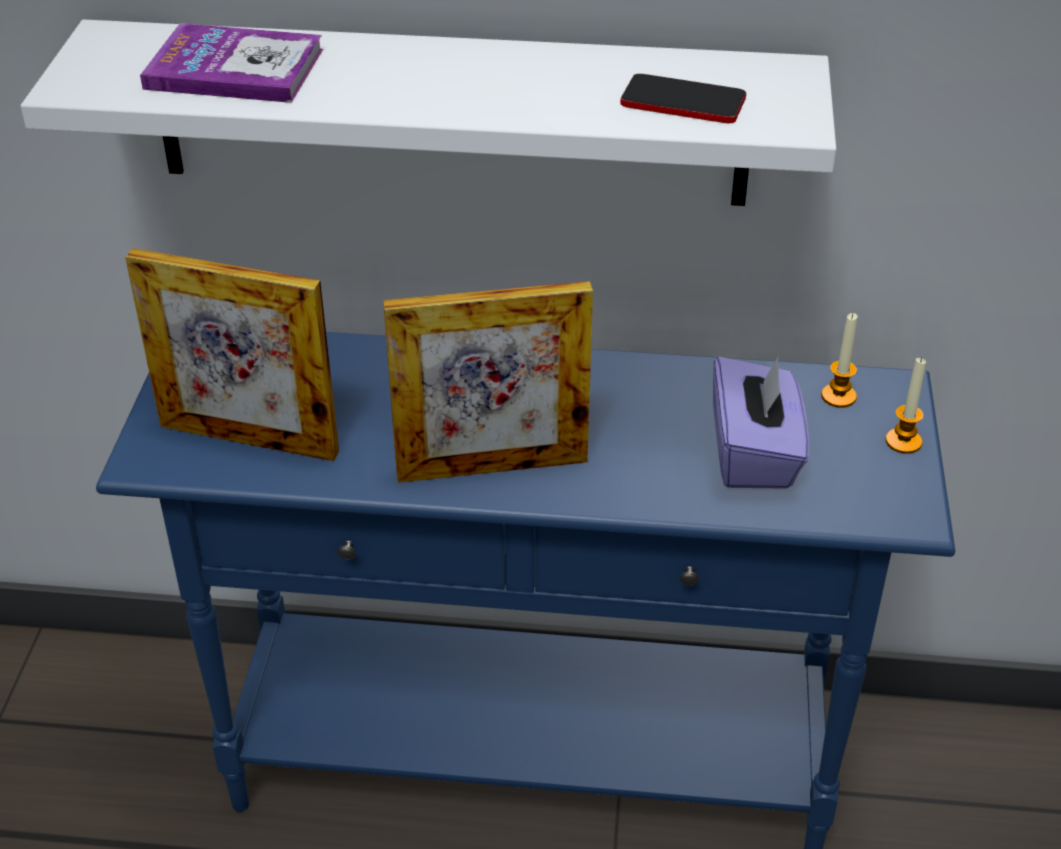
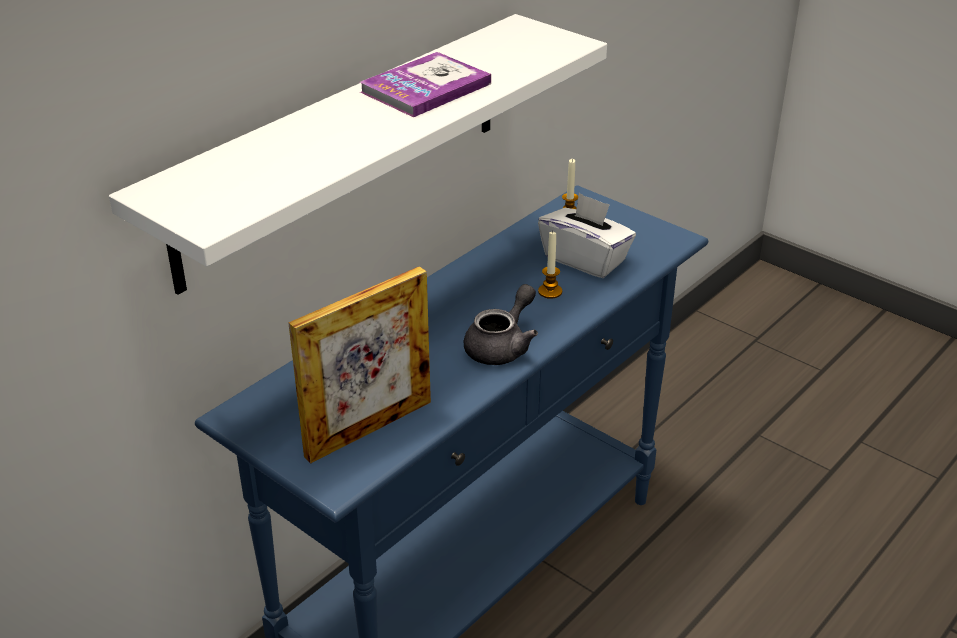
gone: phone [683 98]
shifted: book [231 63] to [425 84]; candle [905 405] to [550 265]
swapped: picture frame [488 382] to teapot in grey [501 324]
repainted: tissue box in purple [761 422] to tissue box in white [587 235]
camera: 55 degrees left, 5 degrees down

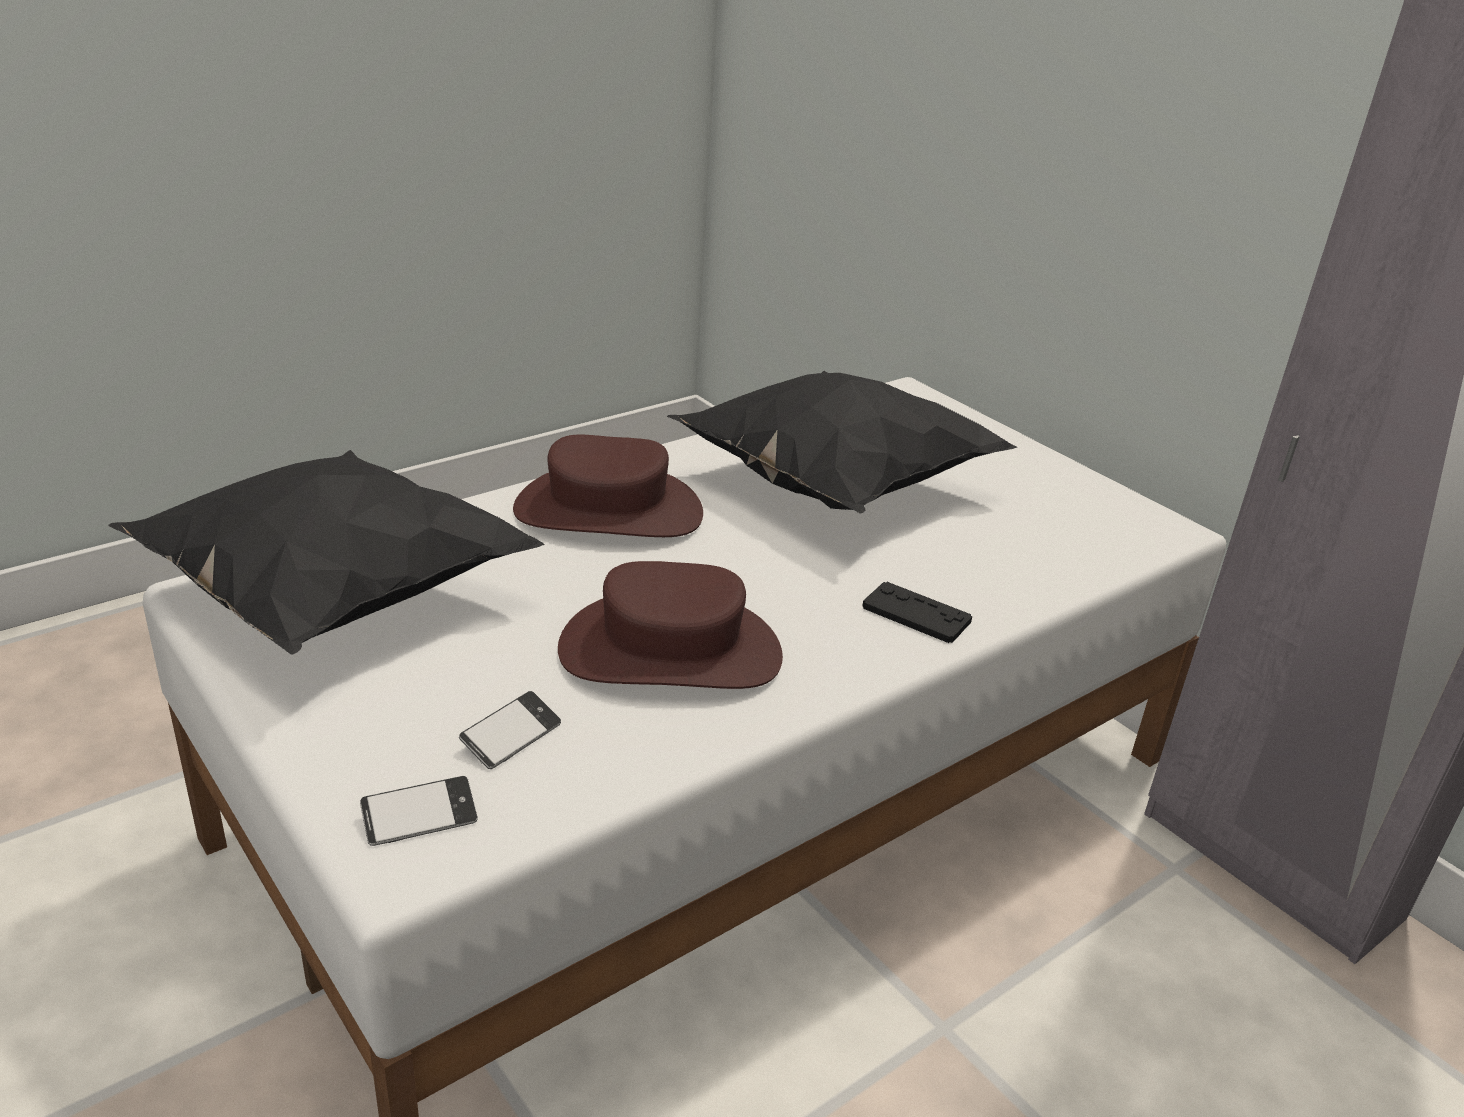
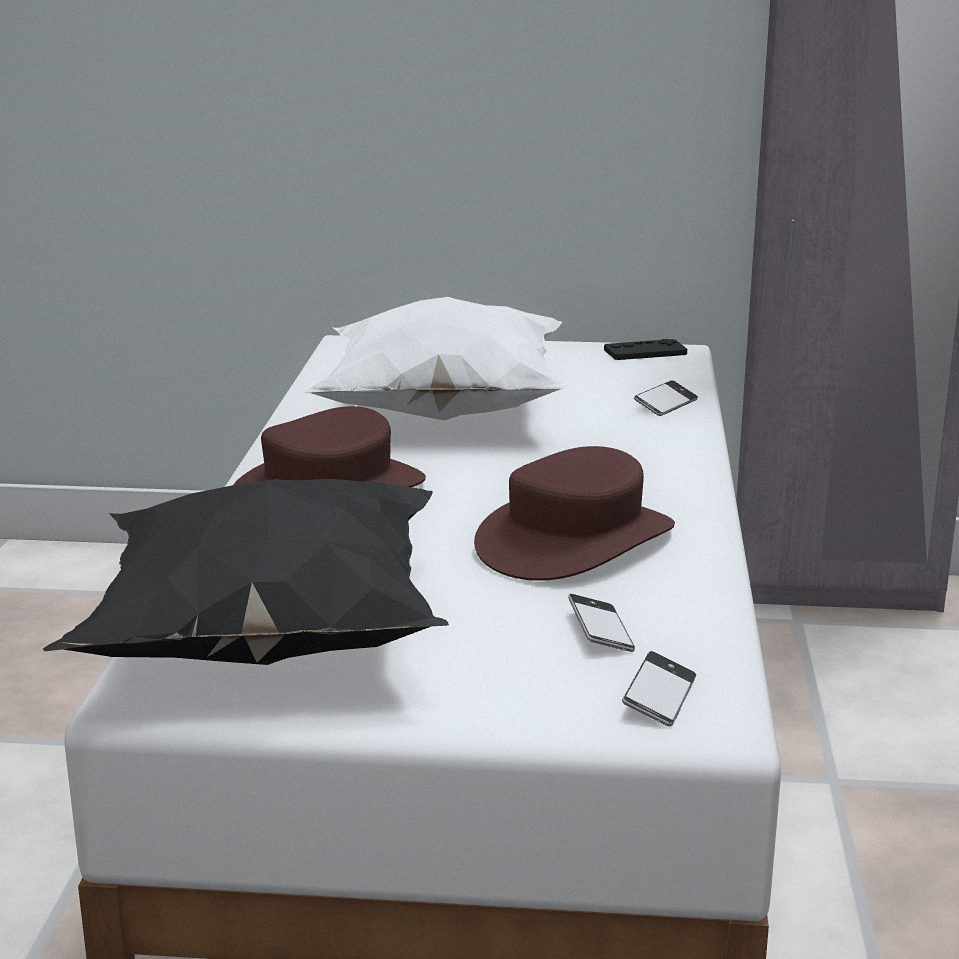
new: phone [666 398]
shifted: game controller in black [917 612] to [645 349]
repainted: pillow in black [842 442] to pillow in white [435 358]
camera: 45 degrees left, 10 degrees down

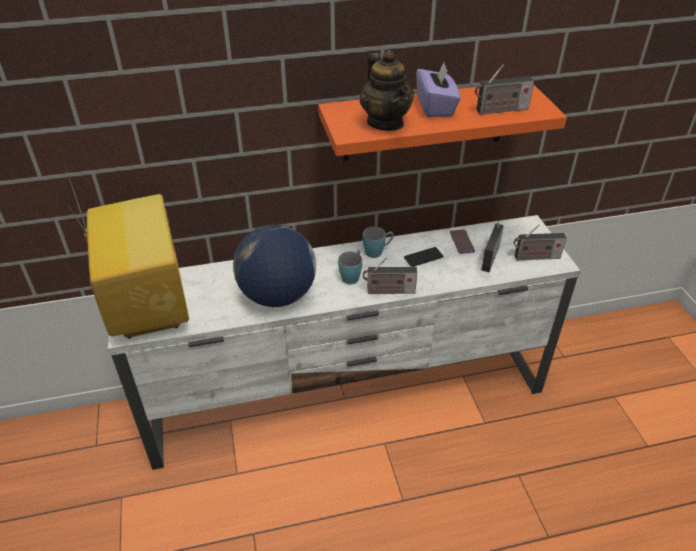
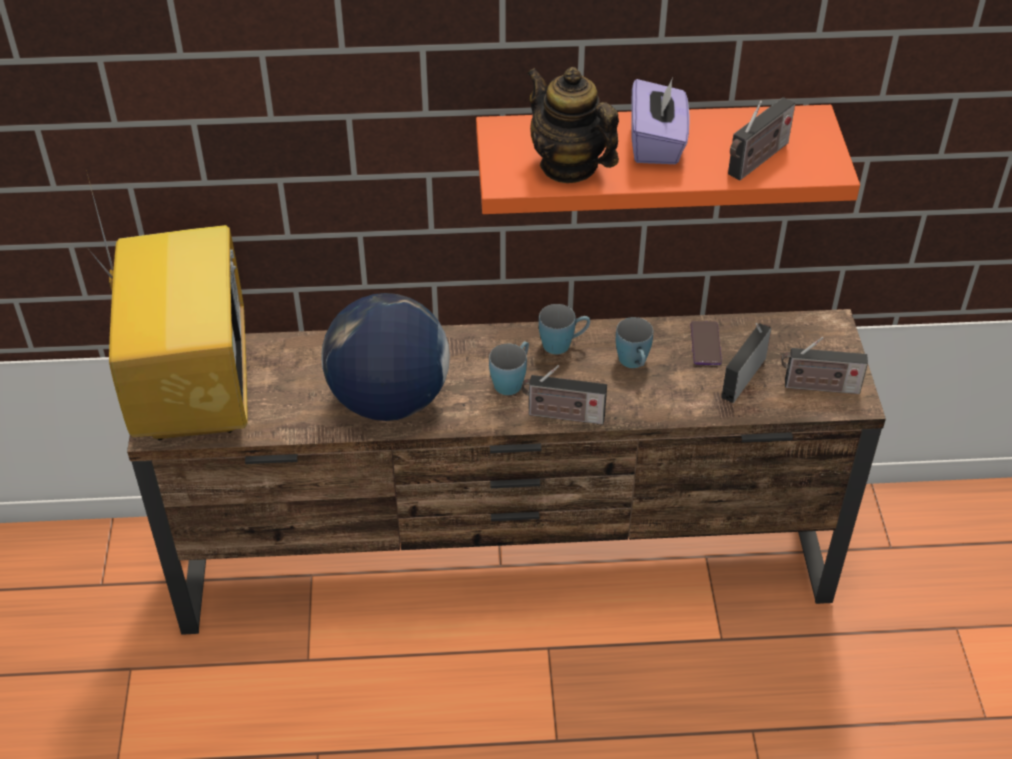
swapped: phone [424 257] to mug in blue [634 342]
repainted: tv stand in white [344 342] to tv stand in brown [506 472]
rotated: teapot [387 90] = [573 125] 150 degrees clockwise; radio [504 90] = [761 138] 45 degrees counterclockwise
camera: 10 degrees right, 5 degrees up

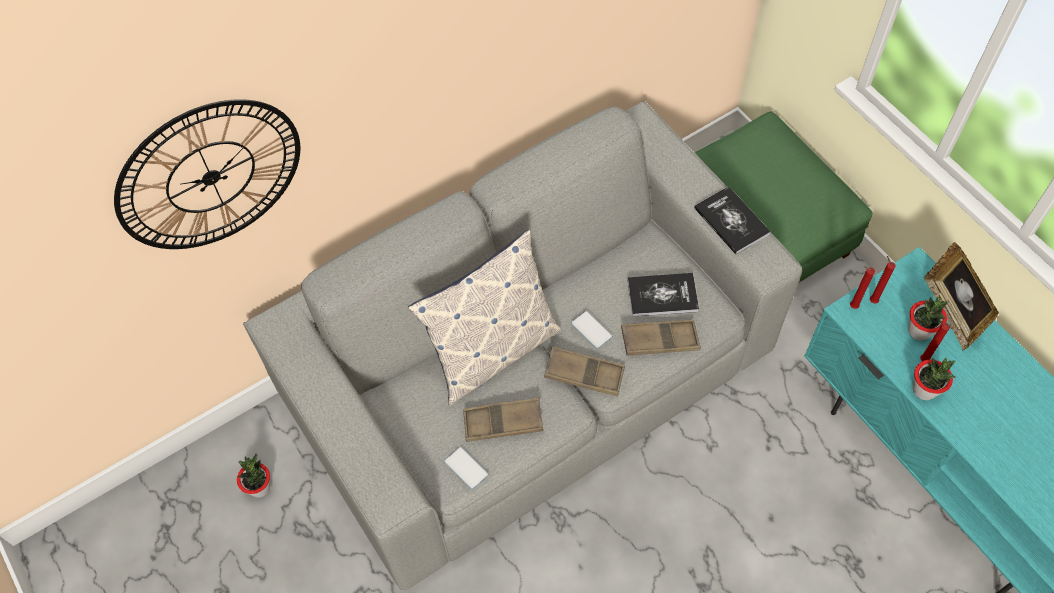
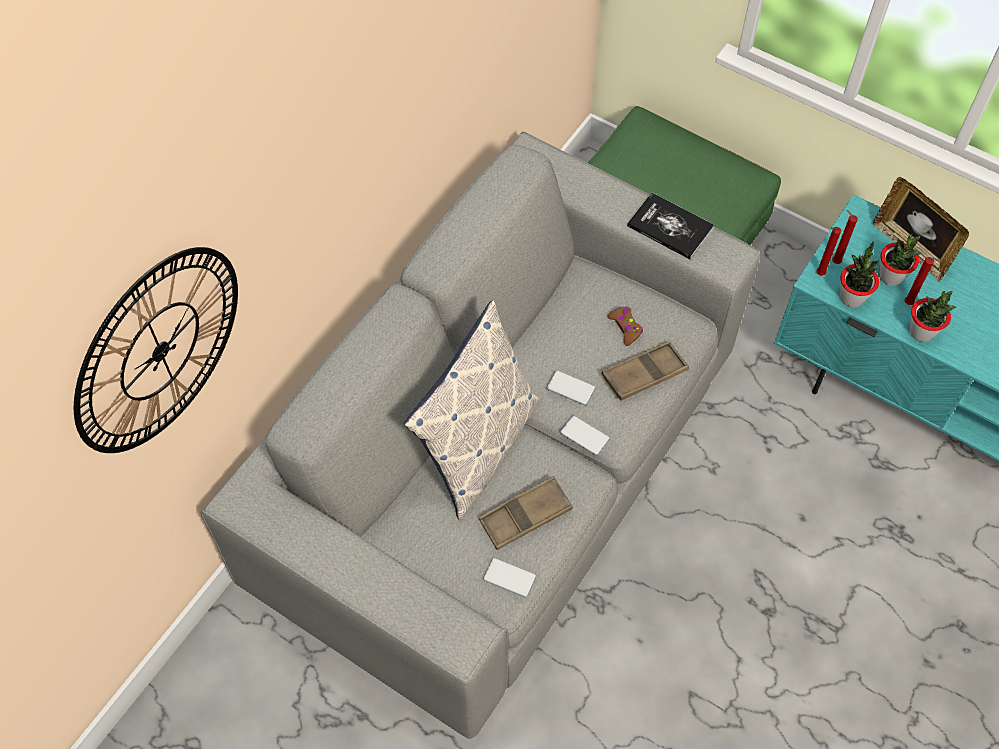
shifted: potted plant [253 475] to [859 274]
swapped: tray in brown [584 372] to phone [585 435]; book [663 295] to game controller in brown [625 326]
camera: 25 degrees left, 0 degrees up

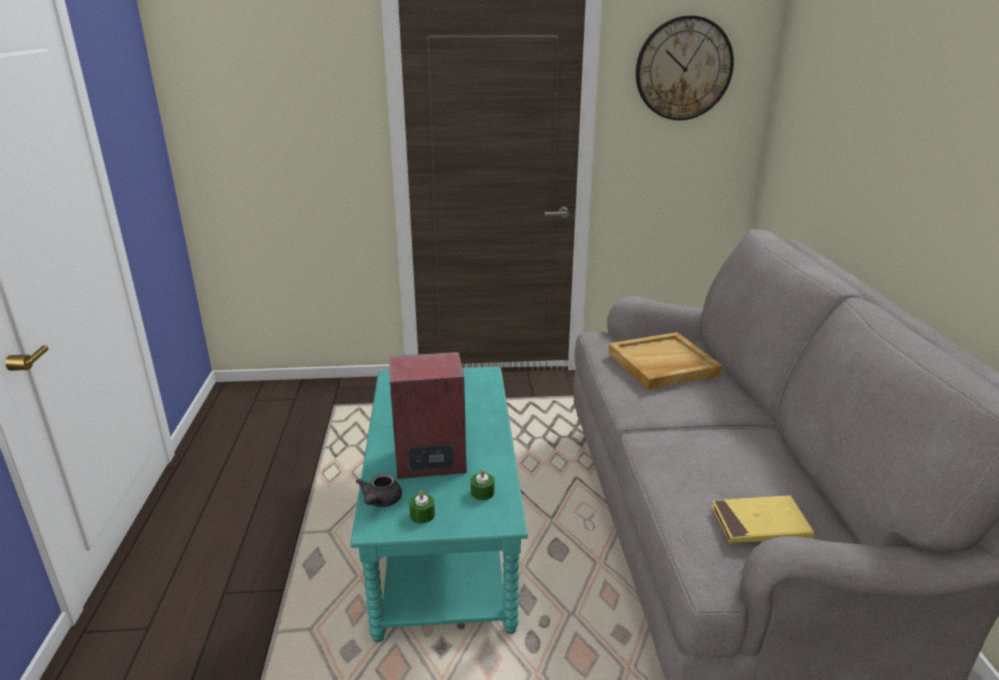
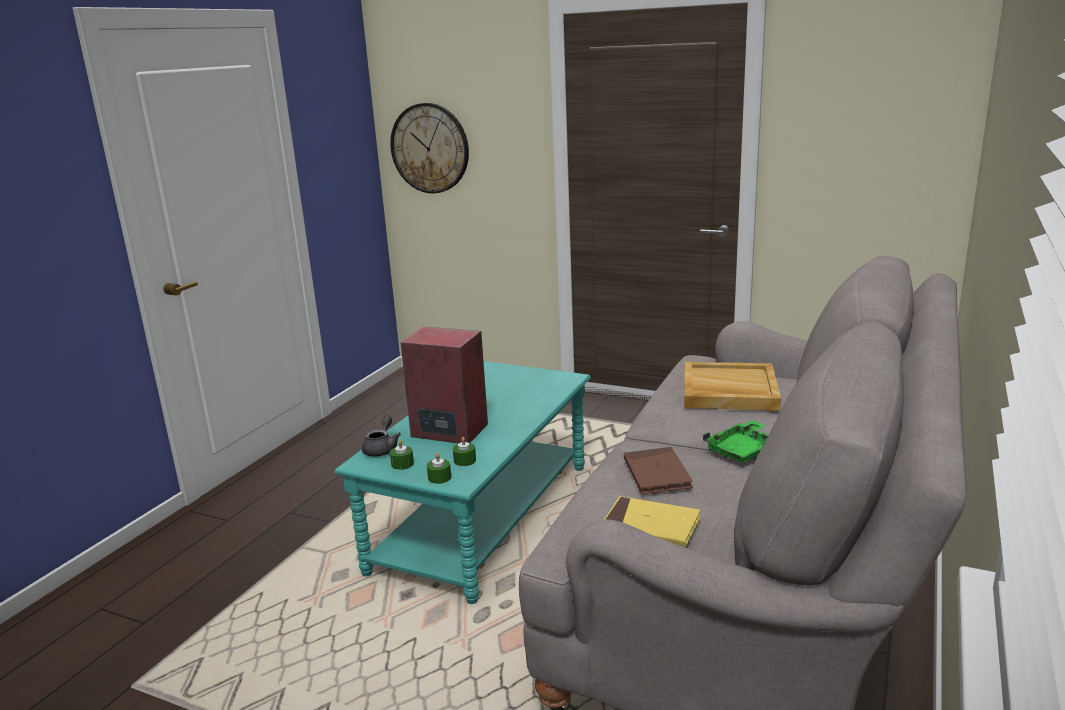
new: candle in green [439 468]; book in brown [658 470]; tray in green [735 441]
shifted: wall clock [685 67] to [429 148]
rotated: teapot in grey [379 490] = [381 436] 150 degrees clockwise
camera: 30 degrees right, 5 degrees down

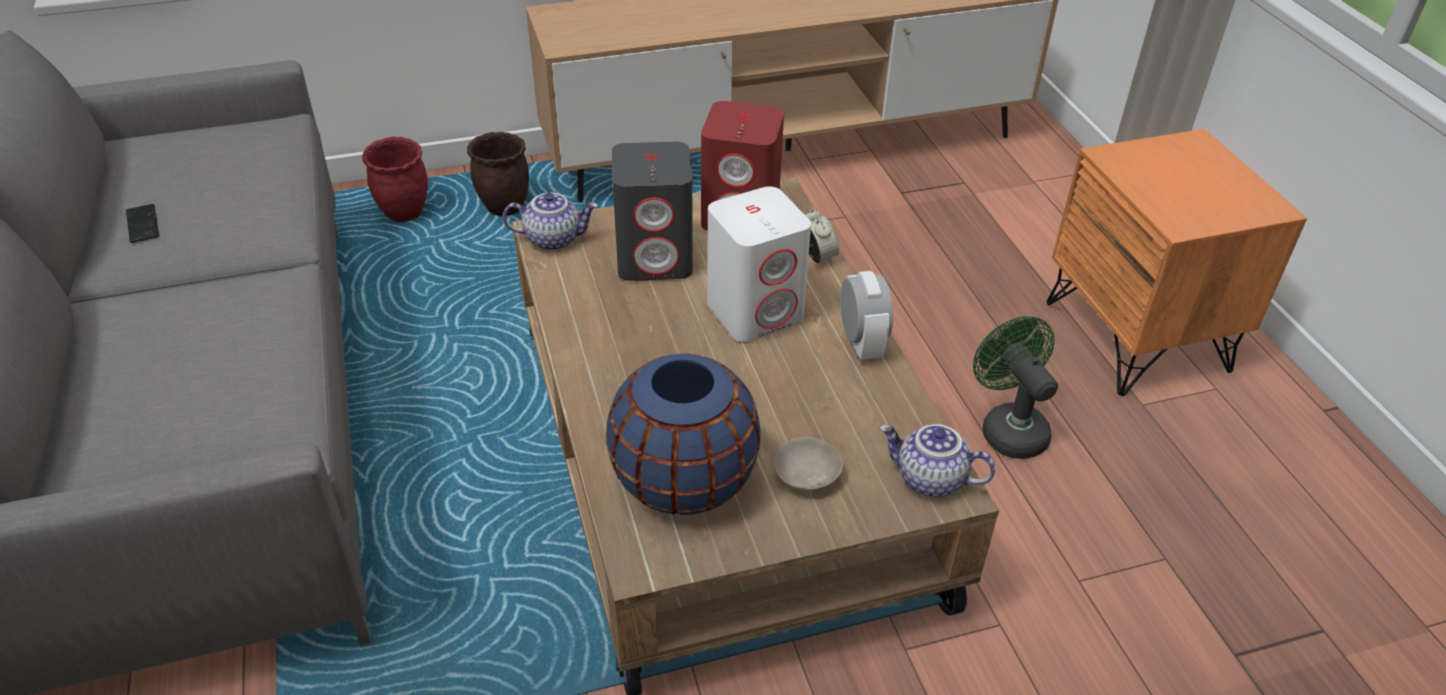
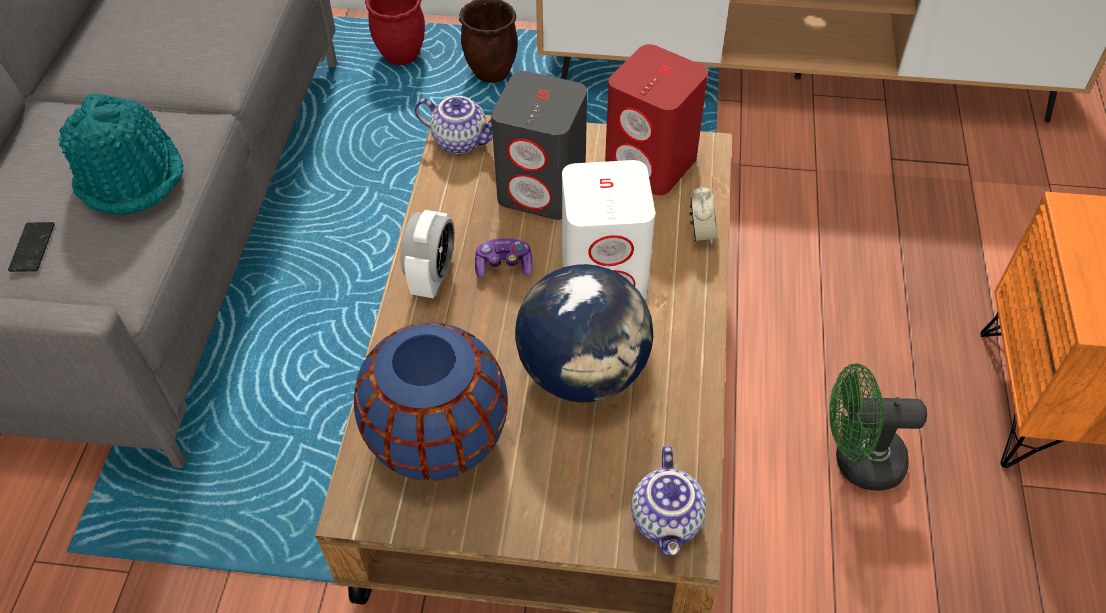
gone: bowl in beige [808 464]
new: hat in turquoise [120 154]; game controller [504 258]; globe [584 333]
shifted: phone [142 223] to [31 247]; alarm clock [866 315] to [428 254]
rotated: teapot [937 460] = [669 501] 135 degrees counterclockwise; fan in green [1015 387] = [878 427] 90 degrees counterclockwise
camera: 25 degrees right, 10 degrees up

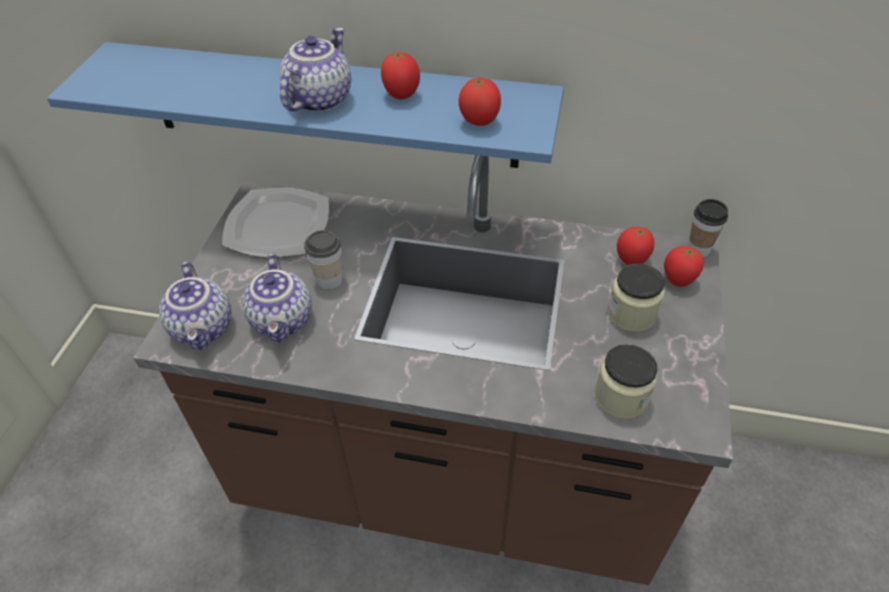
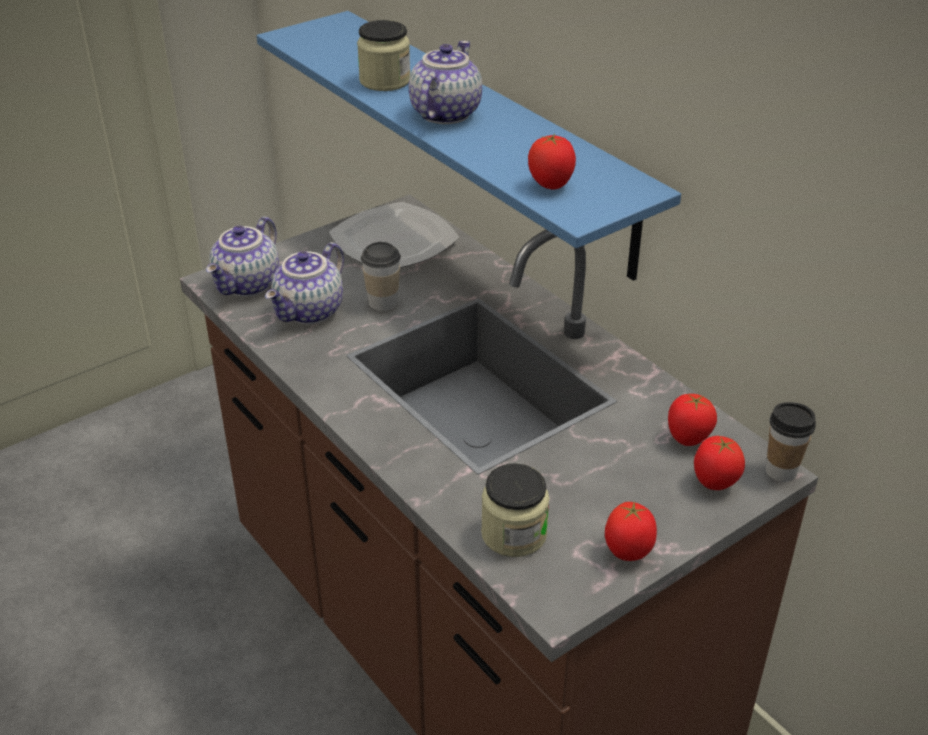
shifted: jar [636 298] to [383 55]; tomato [400 76] to [631 531]
rotated: teapot [315 69] = [445 82] 45 degrees counterclockwise
camera: 40 degrees right, 10 degrees down

